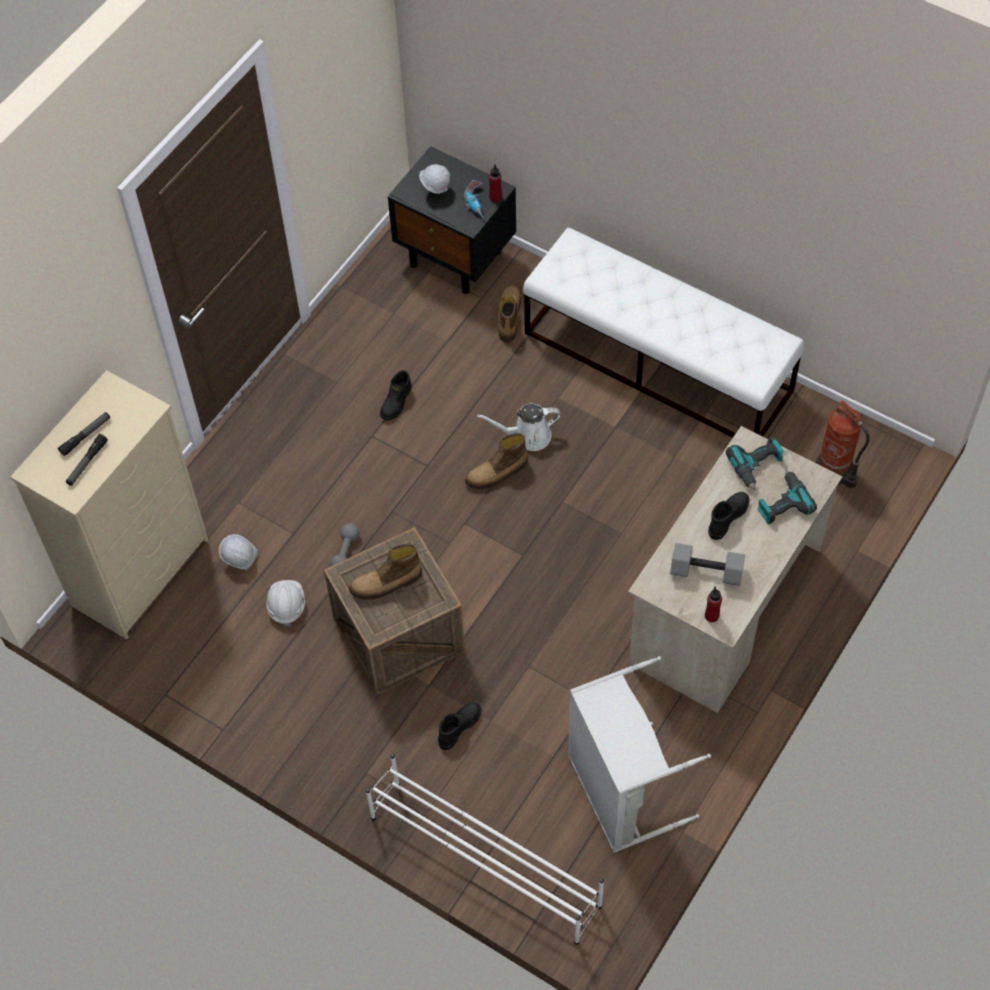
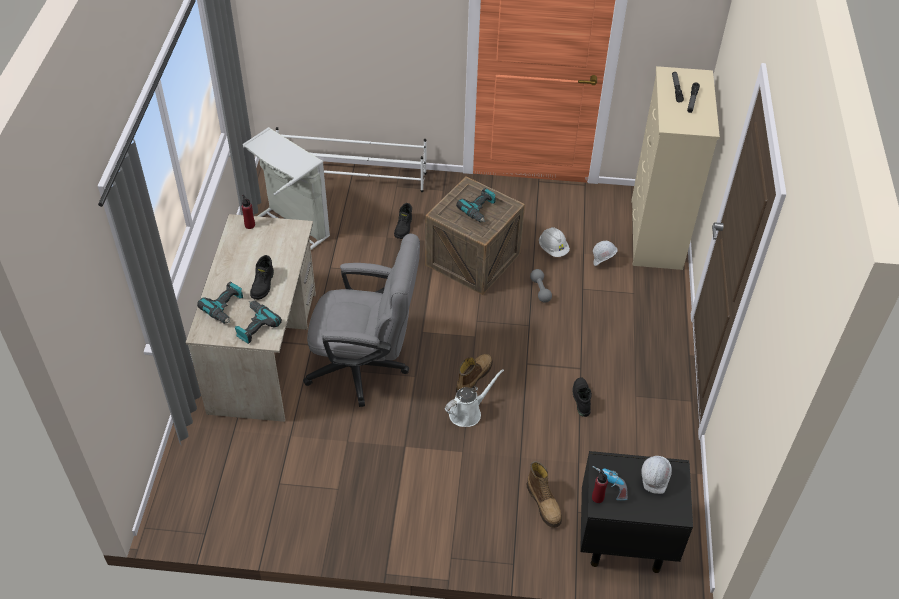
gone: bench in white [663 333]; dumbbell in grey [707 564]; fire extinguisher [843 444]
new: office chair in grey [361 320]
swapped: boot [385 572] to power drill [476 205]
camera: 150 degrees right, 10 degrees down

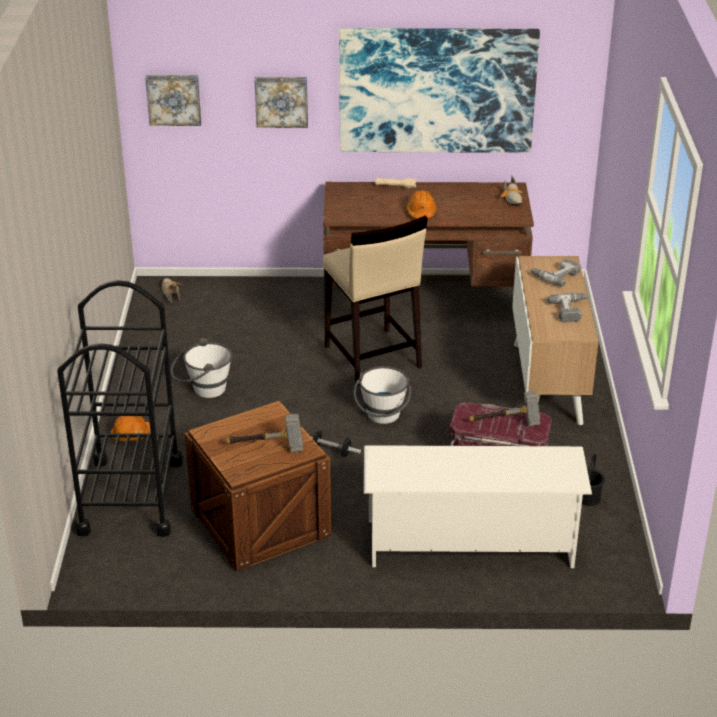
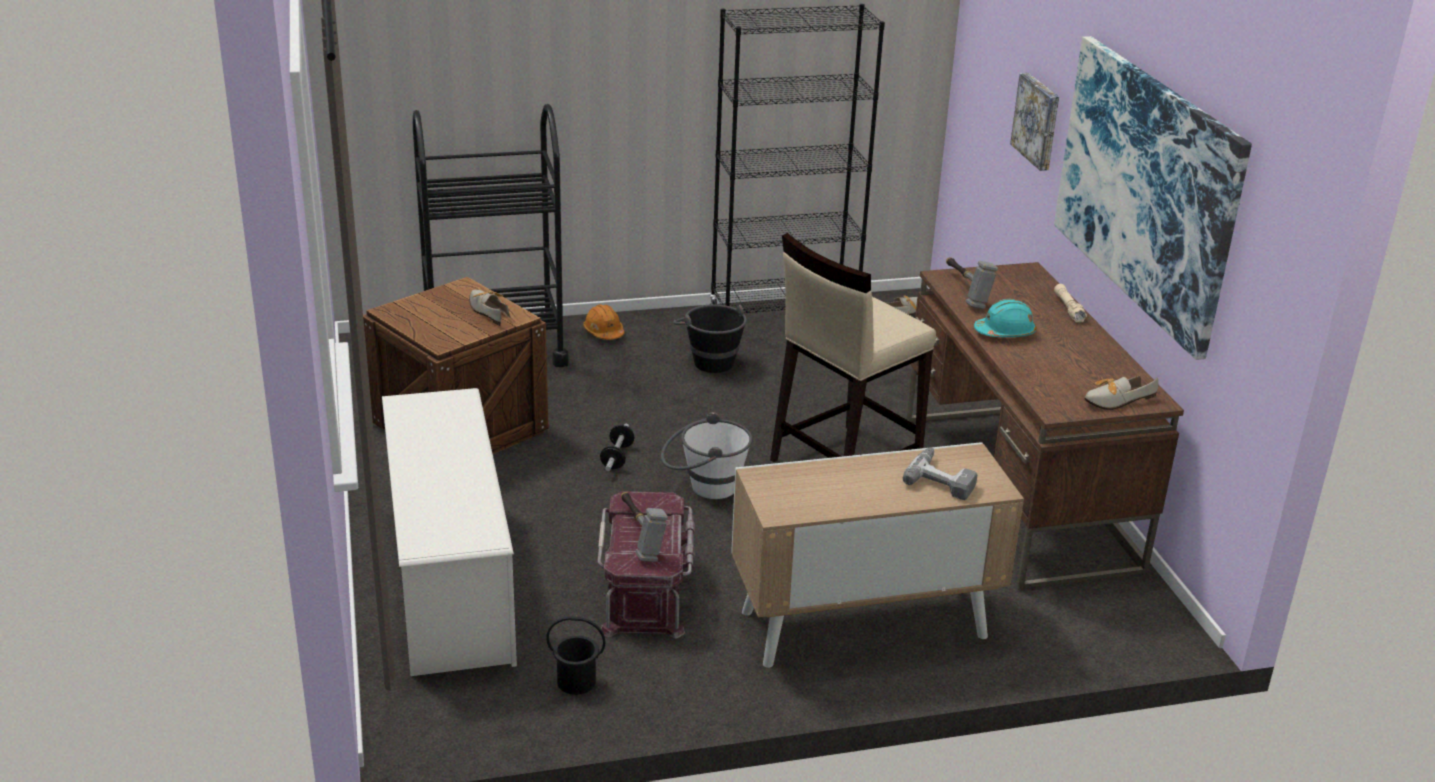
gone: picture [173 100]; power drill [568 307]
new: shoe [489 308]; bookcase in black [797 158]
shifted: hammer [264 433] to [972 283]
repainted: bucket in white [201 368] to bucket in black [710 338]; hard hat in orange [422 204] to hard hat in turquoise [1005 318]
camera: 75 degrees right, 5 degrees down

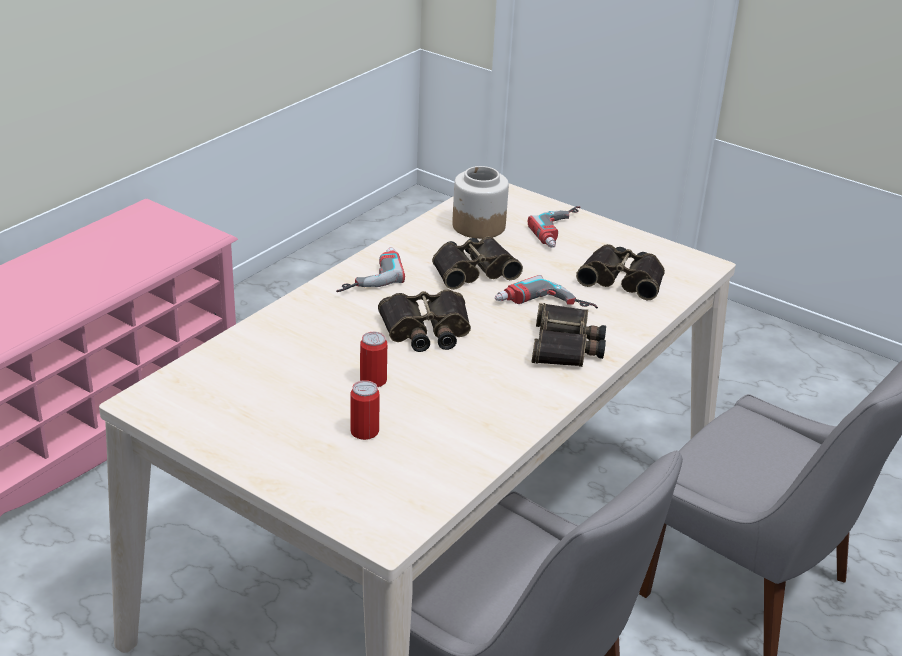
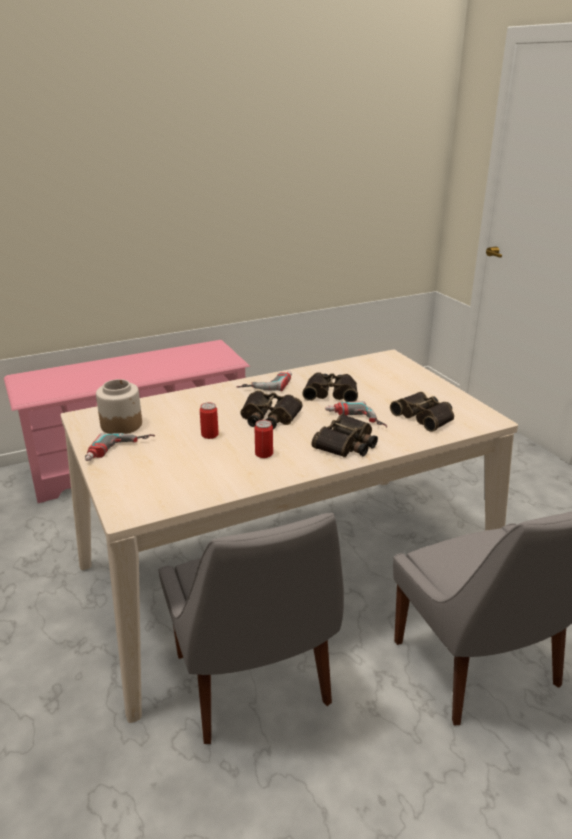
shifted: power drill [554 227] to [120 447]; jar [480 202] to [119 406]; can [365 410] to [263 439]
camera: 30 degrees right, 5 degrees down

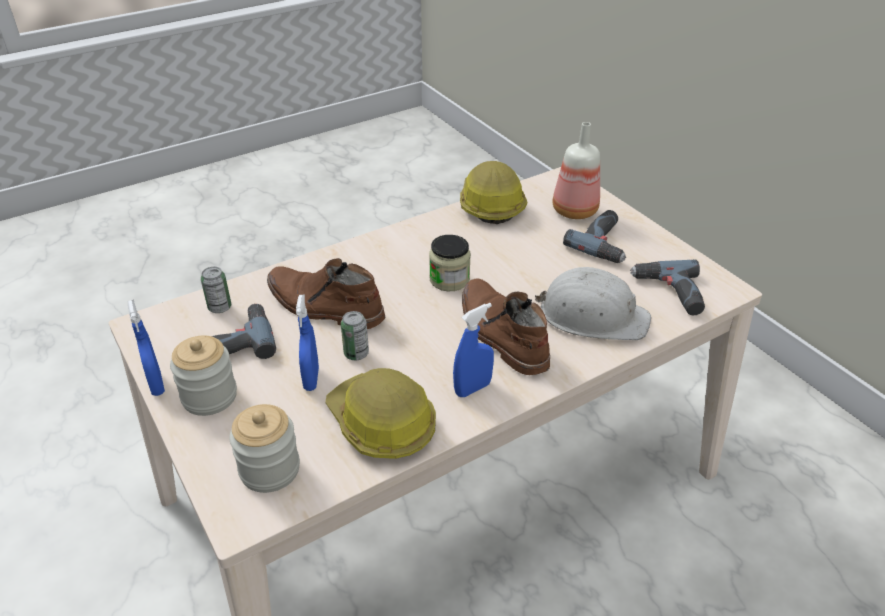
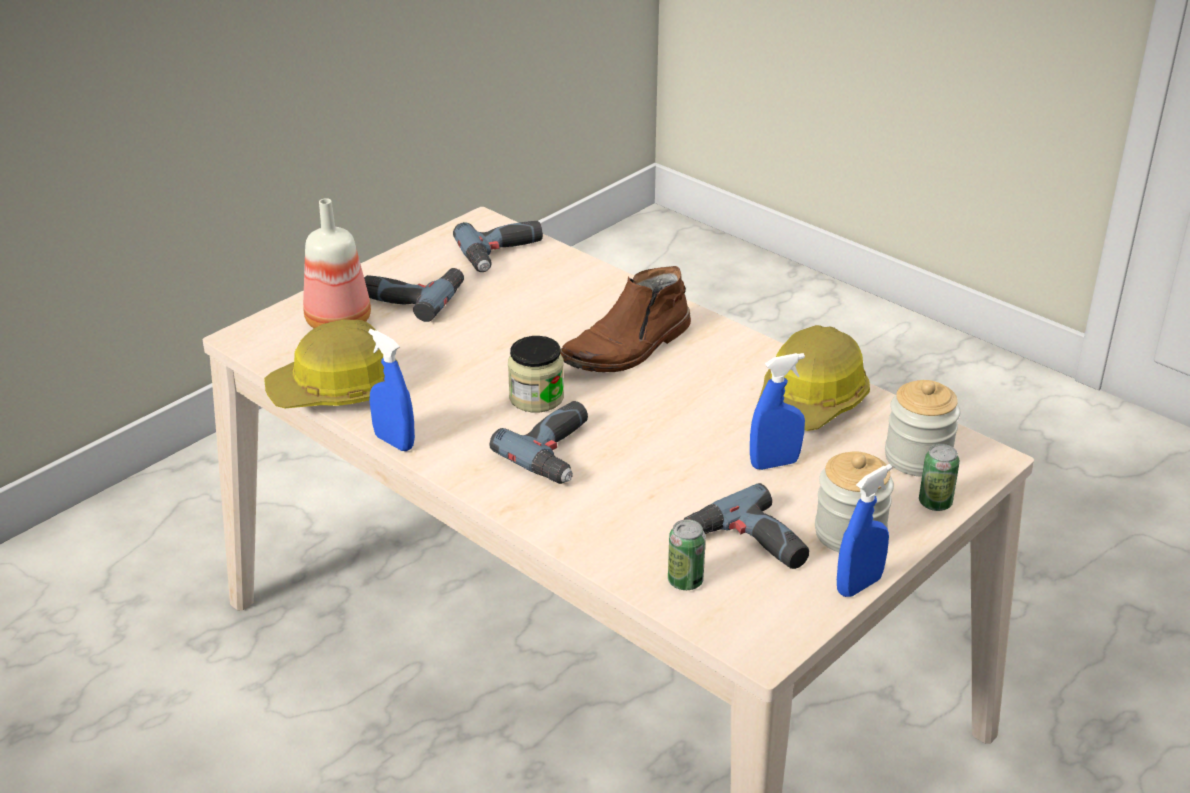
gone: boot in brown [326 293]; hard hat in white [592 303]
new: power drill [538 442]
shifted: spray bottle in blue [473 350] to [391 390]; can [355 335] to [939 477]
camera: 105 degrees left, 5 degrees down

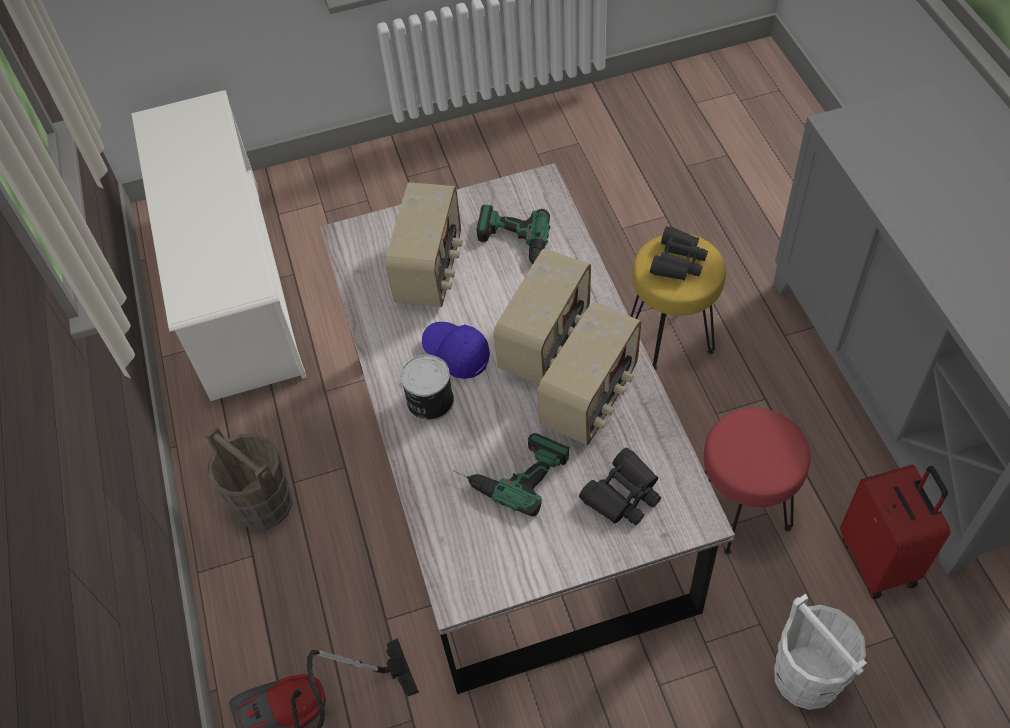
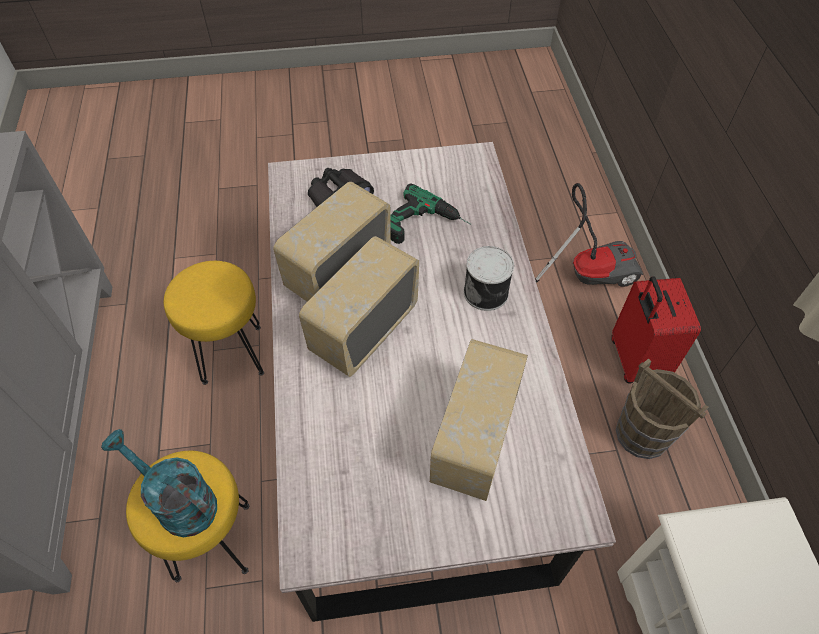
gone: cap in blue [456 350]; power drill [513 234]; bucket in white [820 652]
shifted: suitcase in red [895 532] to [656 329]
swapped: binoculars in black [679 253] to watering can in turquoise [159 483]
repainted: stool in red [757 481] to stool in yellow [214 323]
camera: 175 degrees left, 0 degrees up

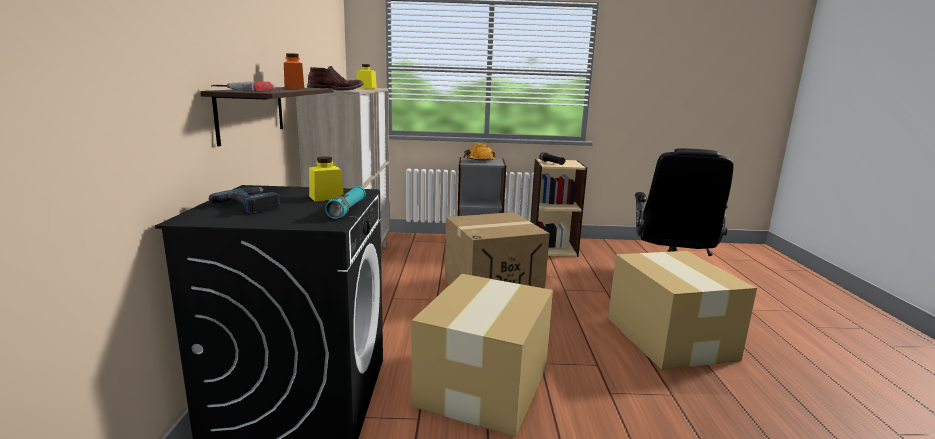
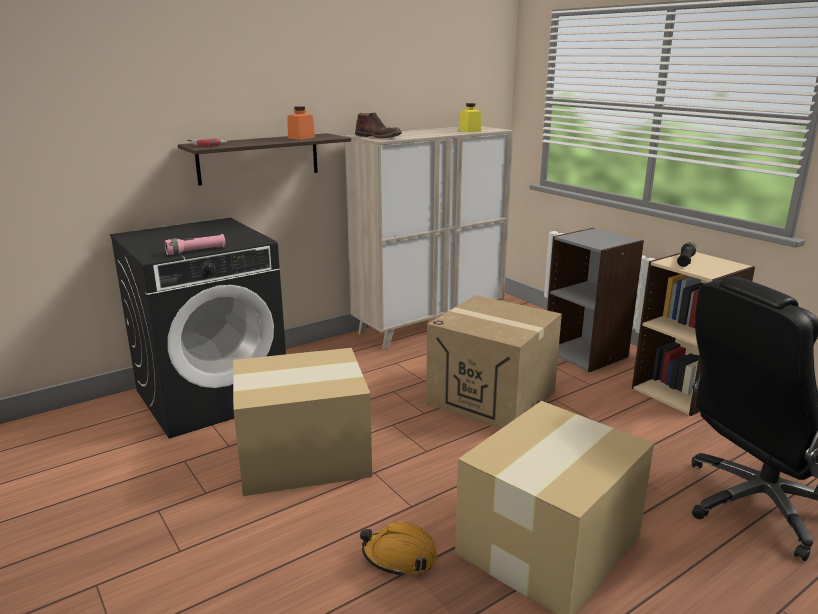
gone: power drill [244 200]; jar in yellow [326 179]
shifted: hard hat in orange [479 152] to [398 549]
repainted: flashlight in turquoise [345 202] to flashlight in pink [195 244]
camera: 55 degrees right, 5 degrees up

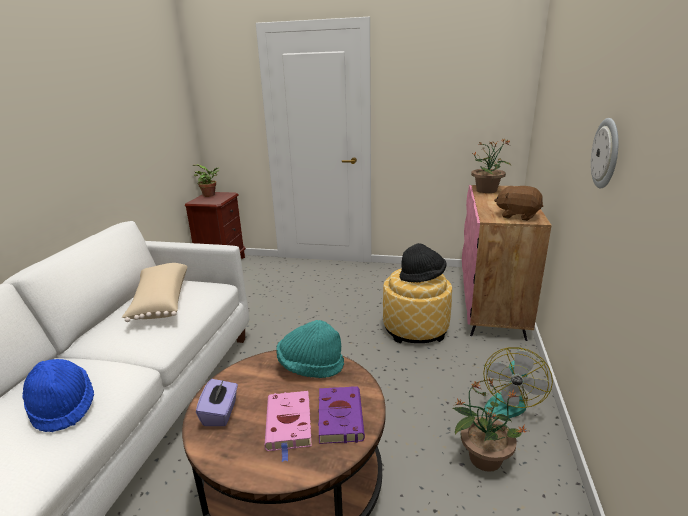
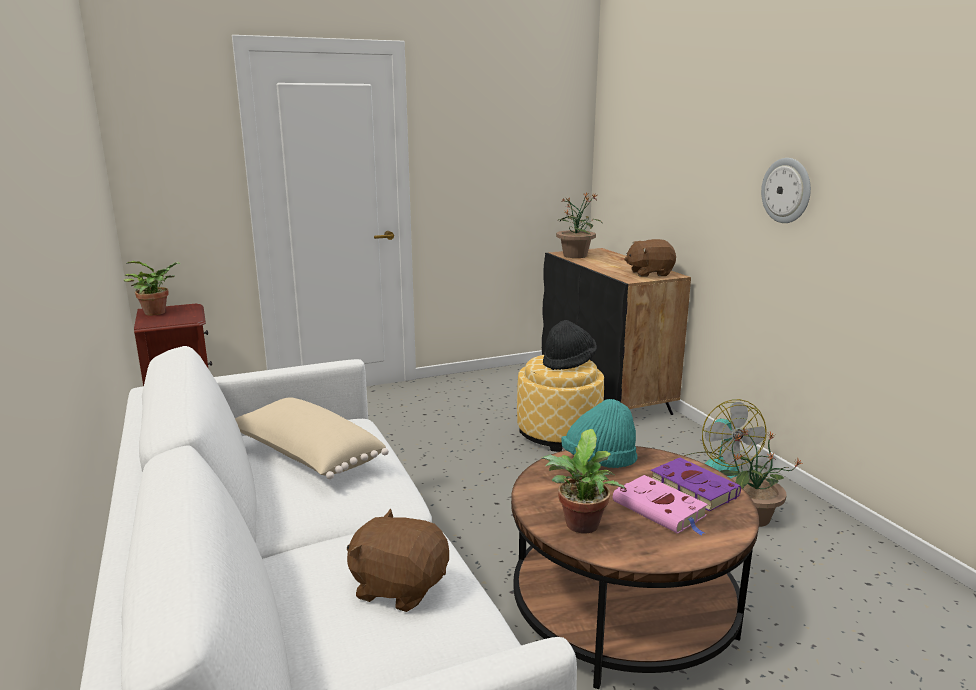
swapped: hat in blue [58 395] to plush toy in brown [398 560]; tissue box in purple [217 402] to potted plant [583 481]
repainted: cabinet in pink [507 263] to cabinet in black [616 331]
camera: 35 degrees left, 5 degrees down

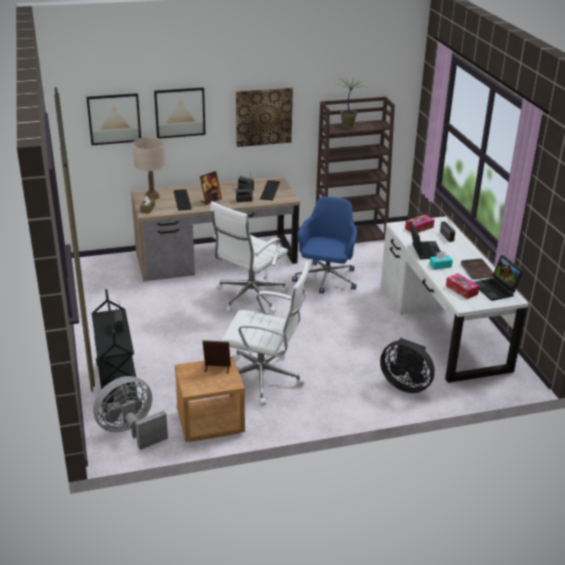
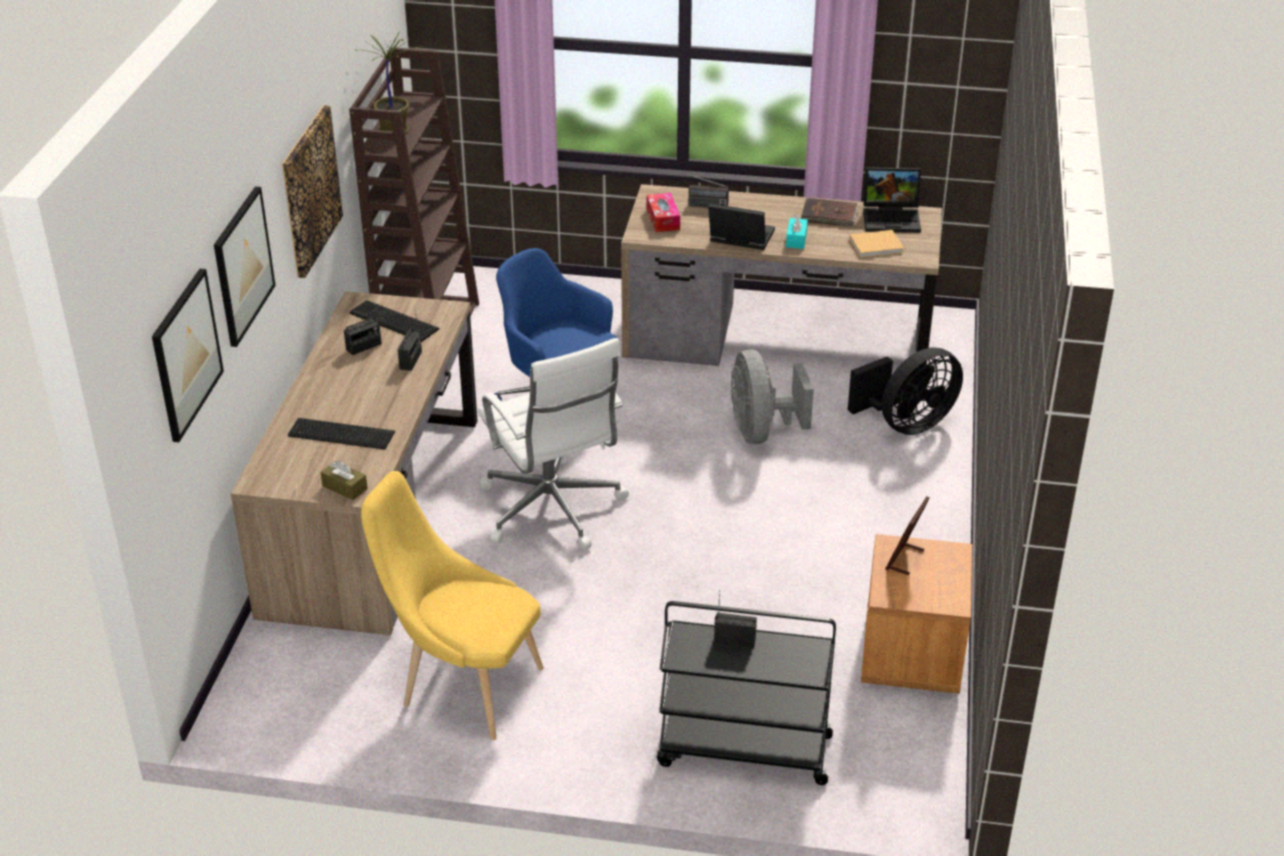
gone: table lamp in beige [149 168]; picture frame [211 188]; office chair in white [265 333]
new: chair in yellow [452 605]
shifted: fan in grey [130 413] to [772 397]
swapped: tissue box [462 286] to book in beige [876 244]
repainted: desk in white [454 299] to desk in brown [781 276]
camera: 65 degrees left, 5 degrees up

